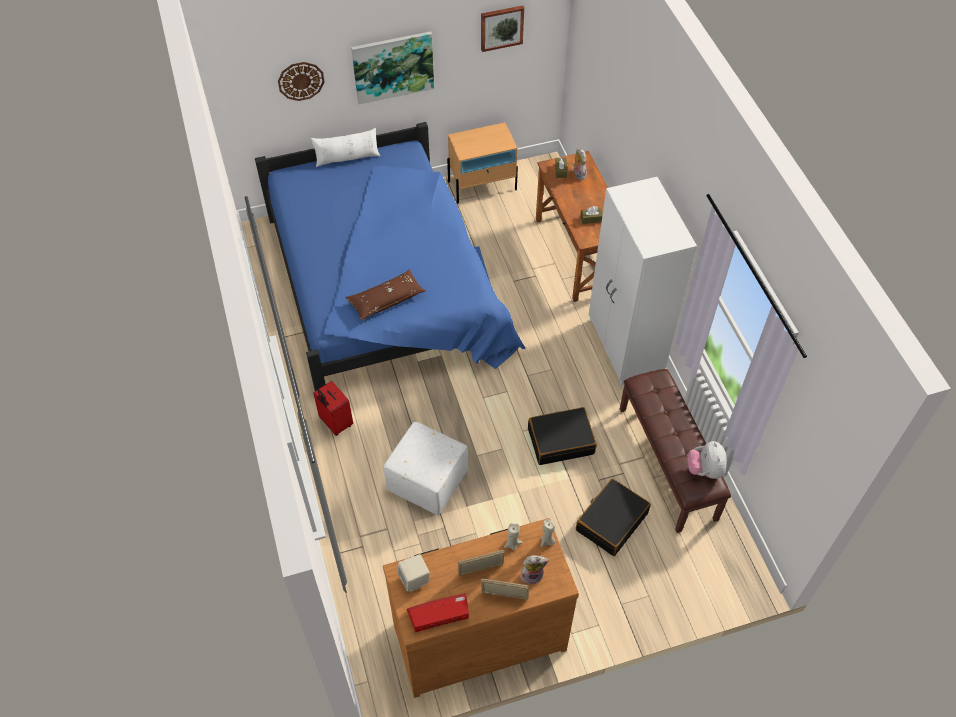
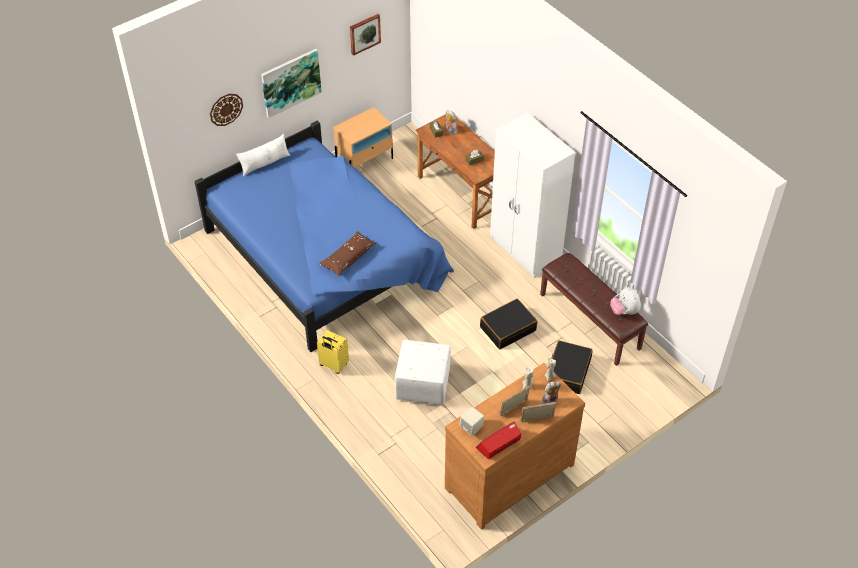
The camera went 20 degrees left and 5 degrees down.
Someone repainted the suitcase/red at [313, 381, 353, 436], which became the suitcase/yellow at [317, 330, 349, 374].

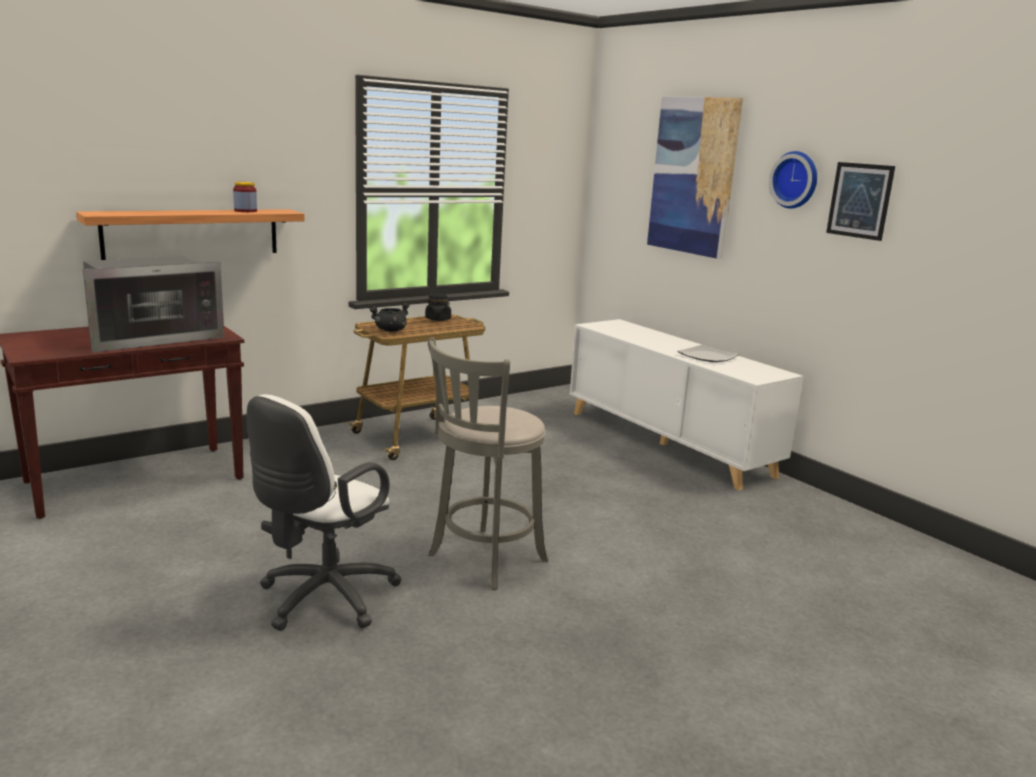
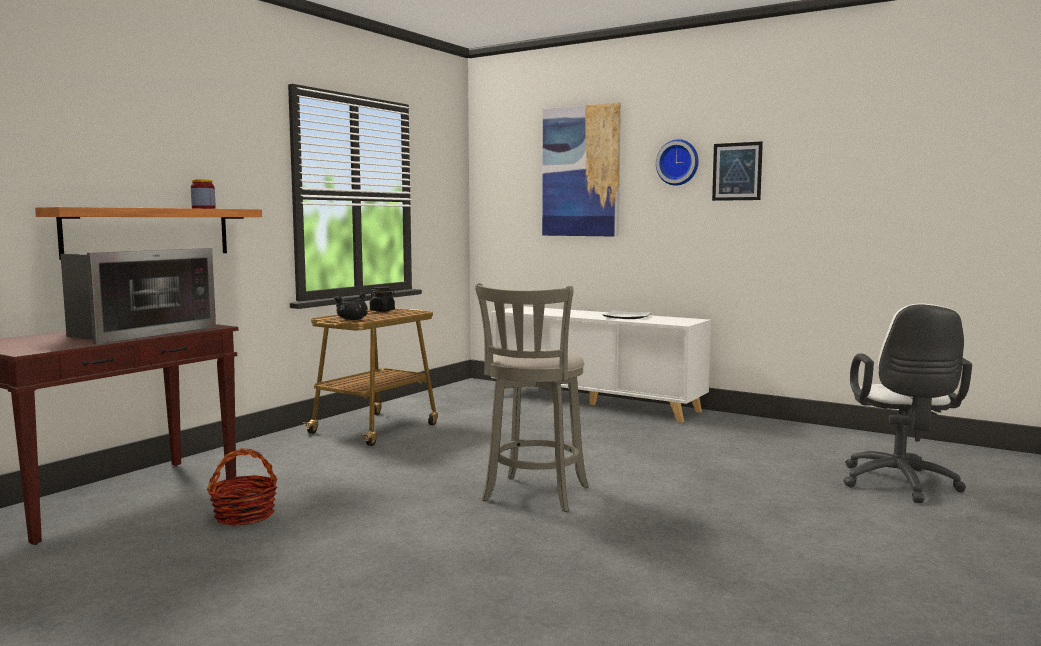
The camera went 20 degrees left and 10 degrees down.
Someone carried the office chair/white from [247, 394, 402, 631] to [843, 303, 972, 503].
Someone put down the basket at [207, 448, 277, 525].

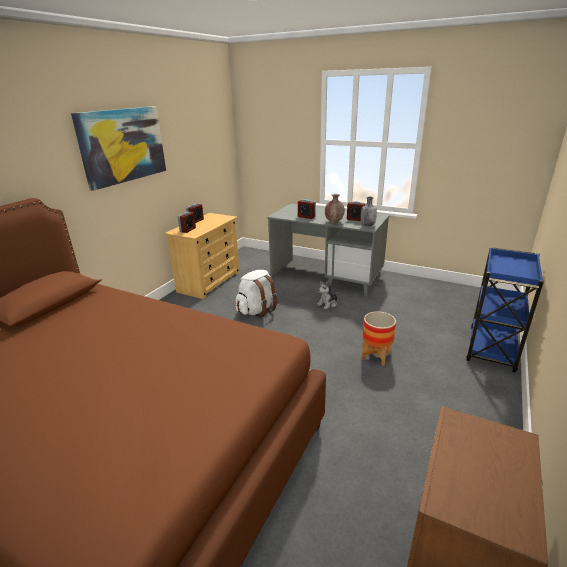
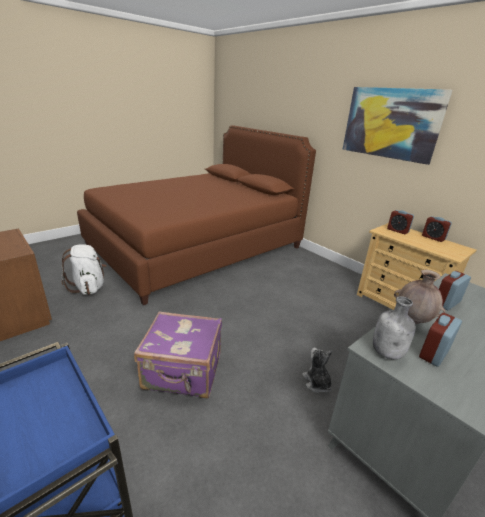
The camera went 110 degrees right and 0 degrees up.
Someone carried the backpack/white from [236, 270, 277, 318] to [61, 244, 107, 295].
Someone swapped the planter at [362, 311, 396, 366] for the suitcase/purple at [134, 311, 222, 398].

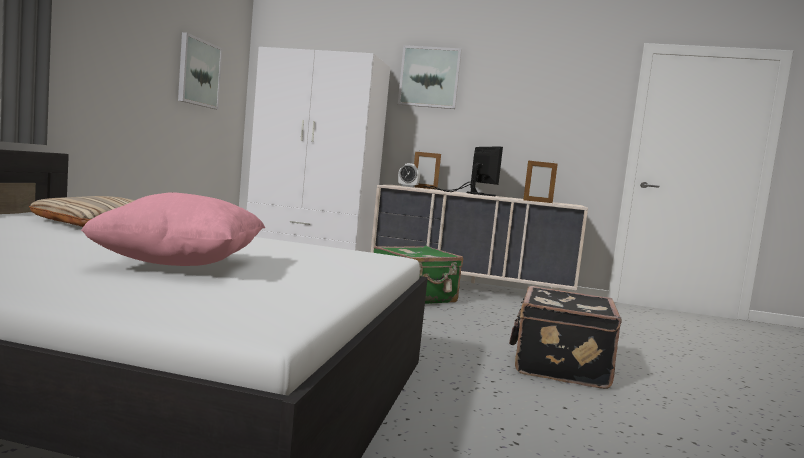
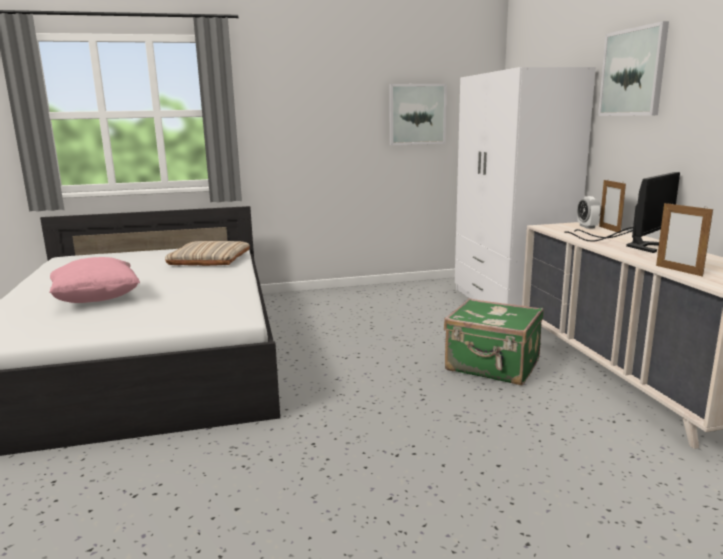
The camera went 65 degrees right and 10 degrees up.
Someone took away the suitcase/black at [509, 286, 622, 389].

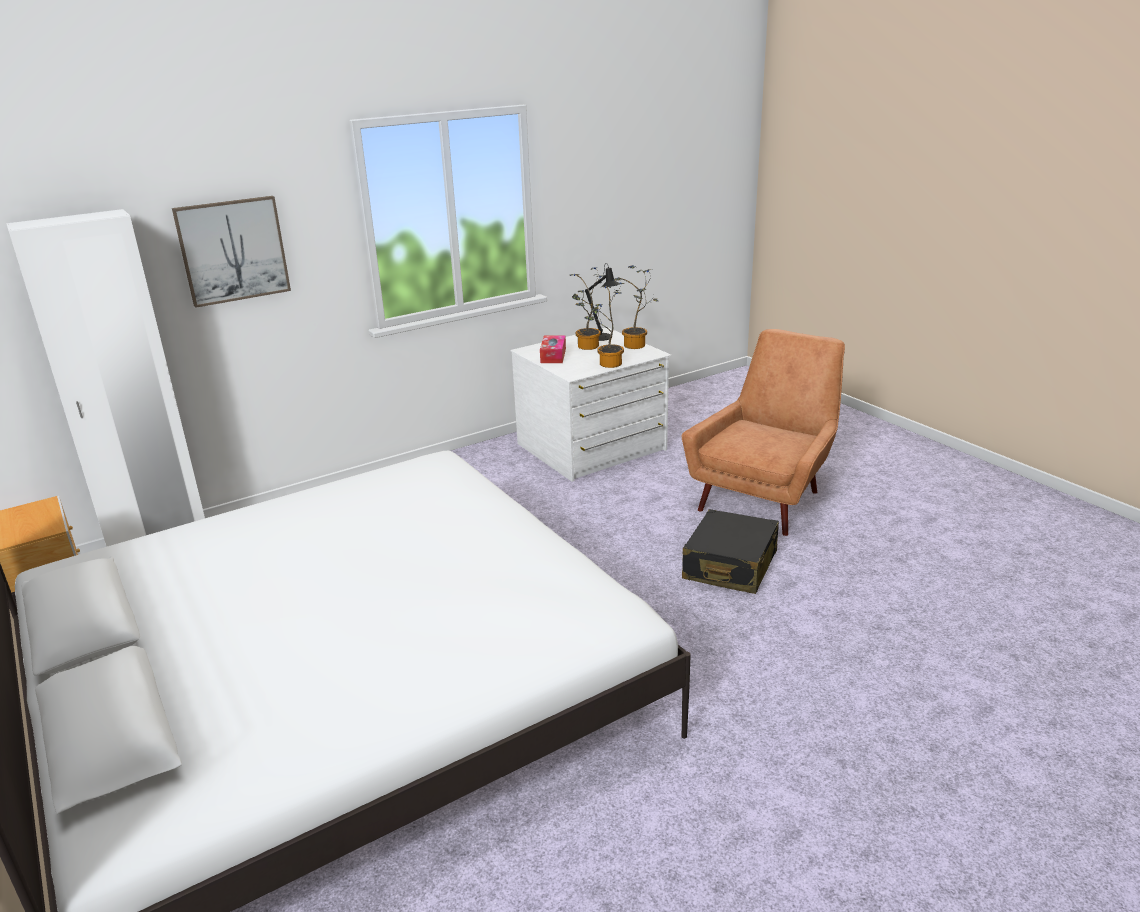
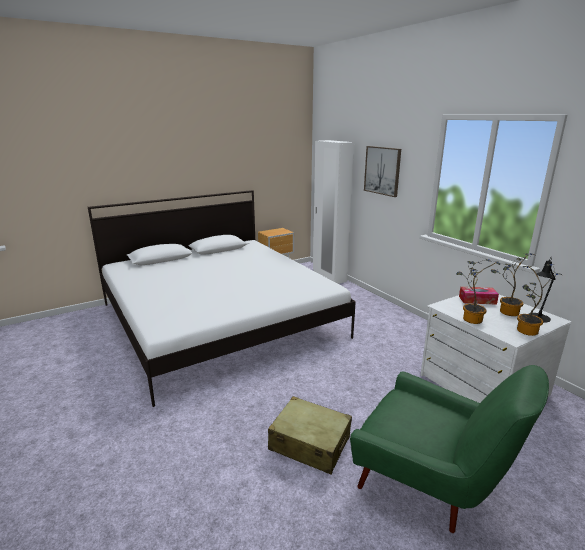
The camera went 90 degrees right and 5 degrees down.
Someone repainted the armchair/brown at [682, 329, 845, 536], which became the armchair/green at [350, 365, 549, 533].
Someone repainted the suitcase/black at [682, 509, 779, 594], which became the suitcase/beige at [268, 396, 352, 475].

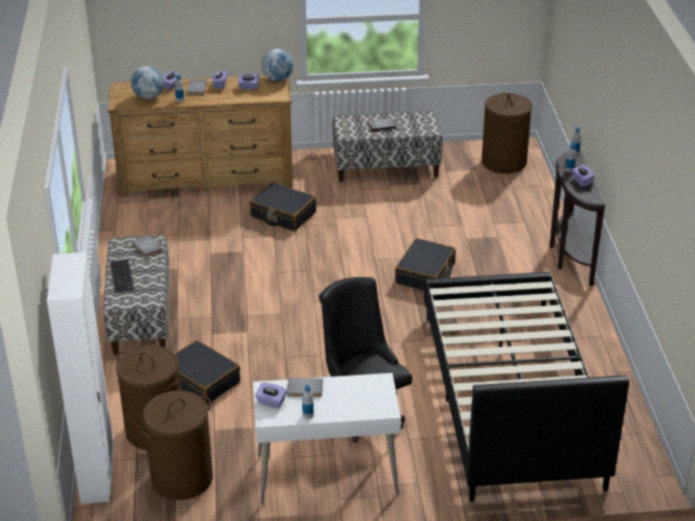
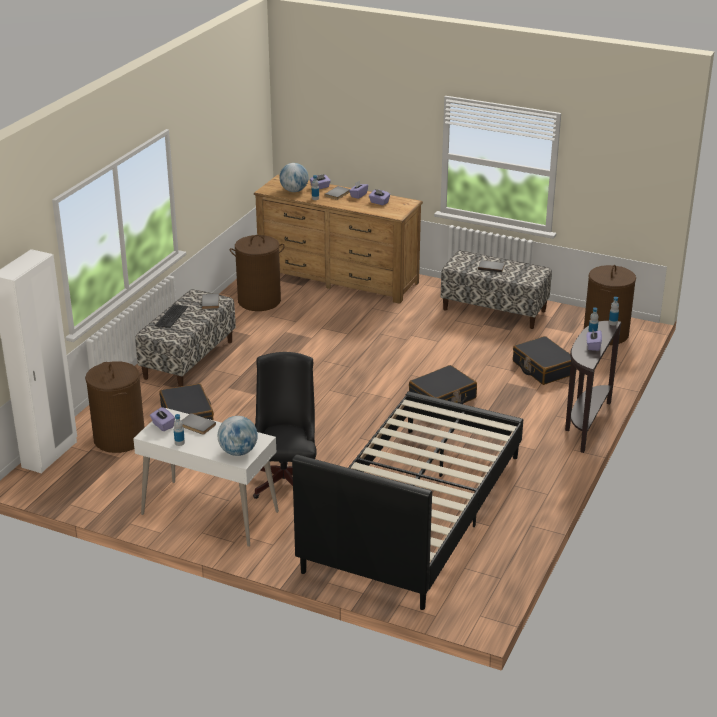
The camera went 30 degrees right and 5 degrees down.
Someone carried the laundry basket/brown from [141, 390, 213, 500] to [230, 235, 285, 311].
Someone carried the suitcase/black from [249, 182, 316, 231] to [513, 336, 571, 385].
Someone carried the globe from [261, 49, 294, 81] to [218, 416, 258, 456].

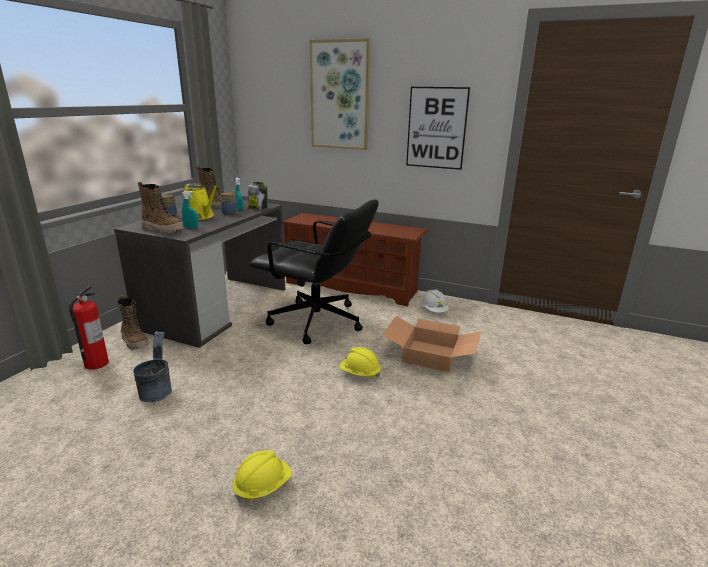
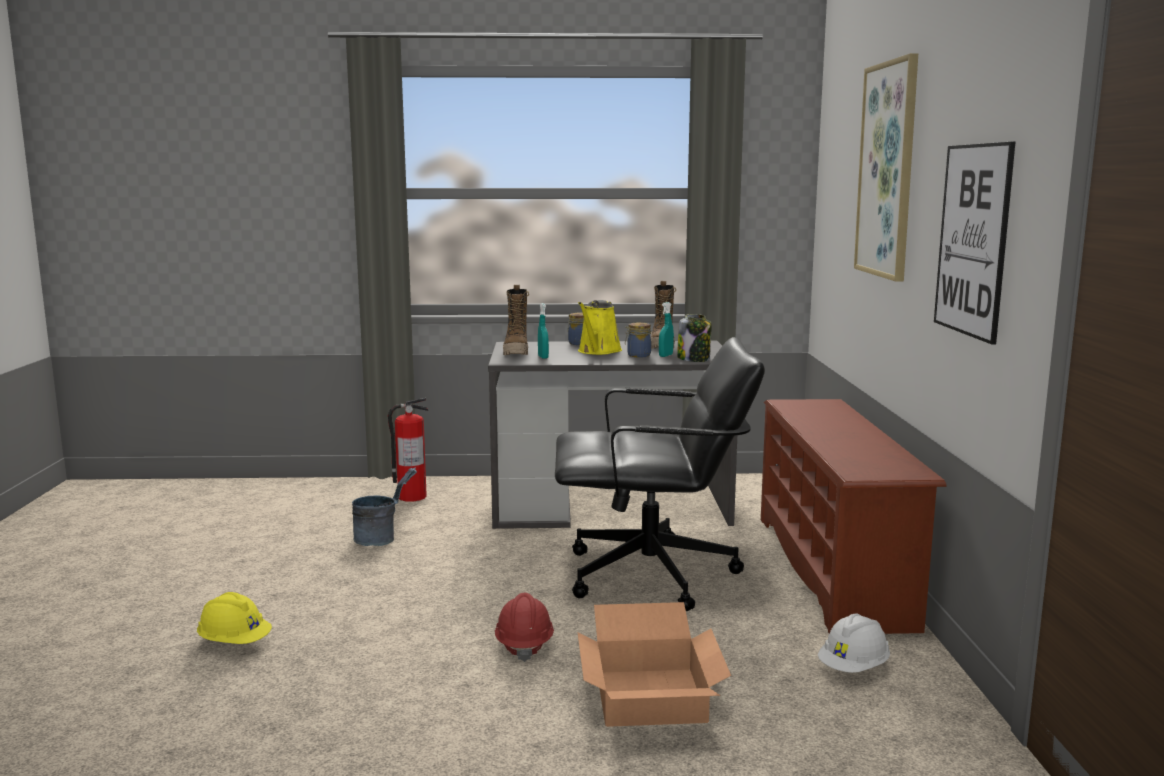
The camera went 65 degrees right and 10 degrees down.
Someone took away the boot at [118, 295, 148, 350].
Someone rotated the office chair/black at [250, 199, 379, 344] by 90 degrees counterclockwise.
Someone repainted the hard hat/yellow at [339, 347, 381, 378], which became the hard hat/red at [495, 593, 554, 662].

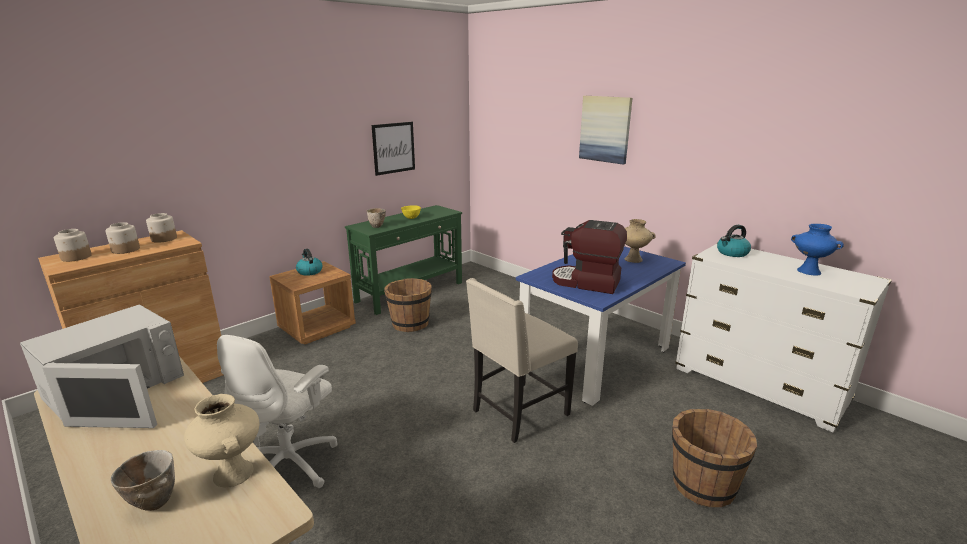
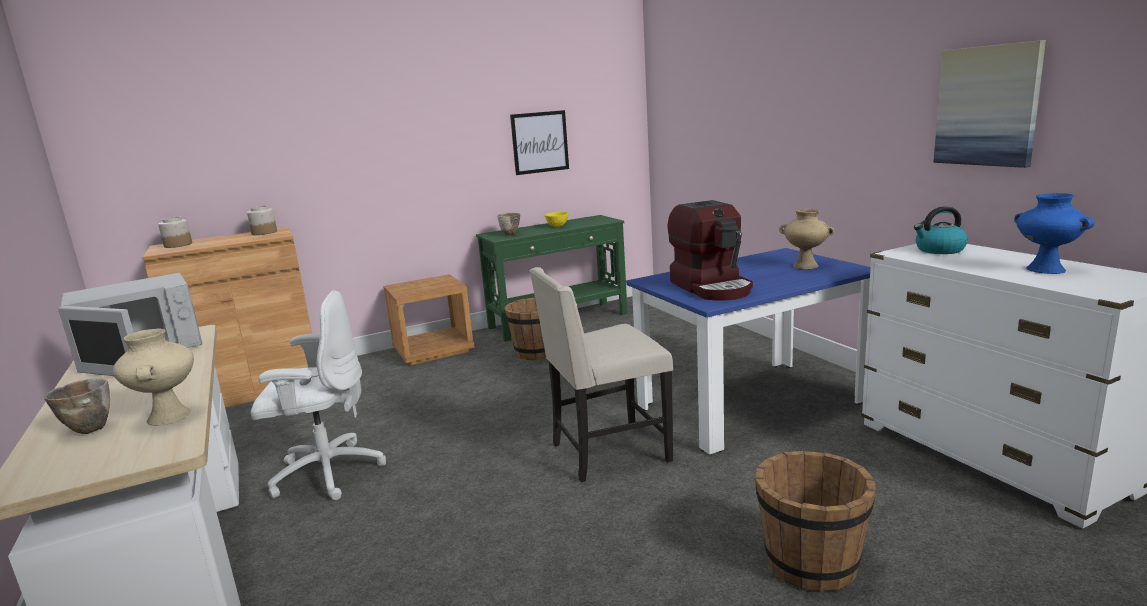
The camera went 20 degrees right and 5 degrees down.
Someone took away the jar at [105, 222, 140, 254].
Someone rotated the office chair/white at [217, 335, 338, 488] by 135 degrees counterclockwise.
Someone took away the kettle at [296, 249, 323, 276].
Someone rotated the coffee machine at [552, 220, 627, 294] by 150 degrees counterclockwise.
Someone carried the picture from [579, 96, 632, 165] to [933, 40, 1046, 168].

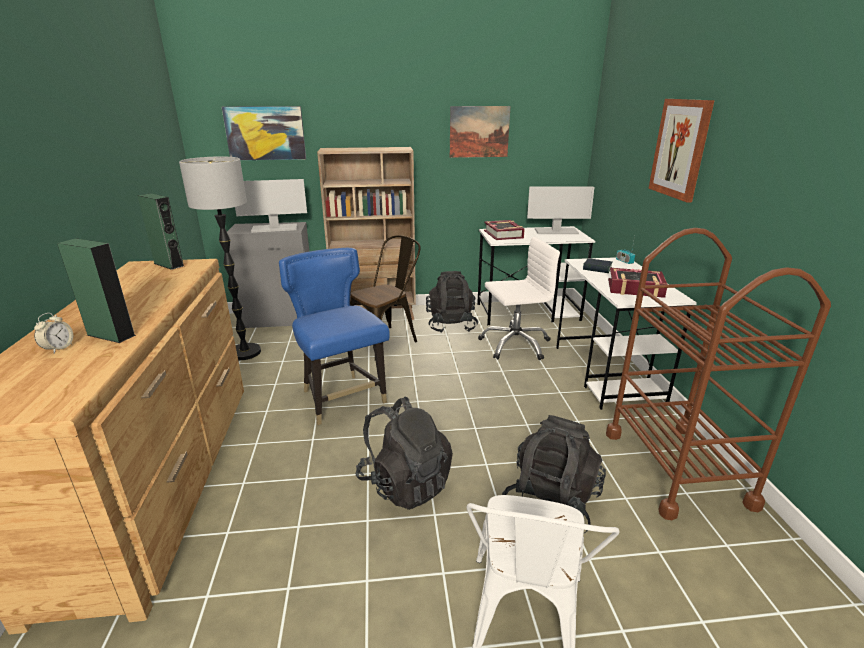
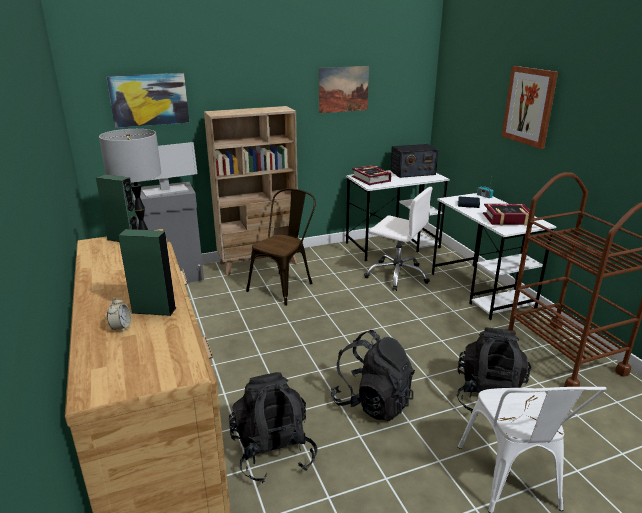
The camera went 15 degrees left and 0 degrees up.
Someone took away the chair/blue at [279, 248, 390, 425].
Someone carried the backpack/black from [426, 271, 478, 333] to [229, 372, 317, 483].
Someone rotated the office chair/white at [478, 237, 560, 360] by 60 degrees clockwise.
Someone swapped the monitor at [527, 186, 594, 234] for the radio at [390, 144, 438, 178].

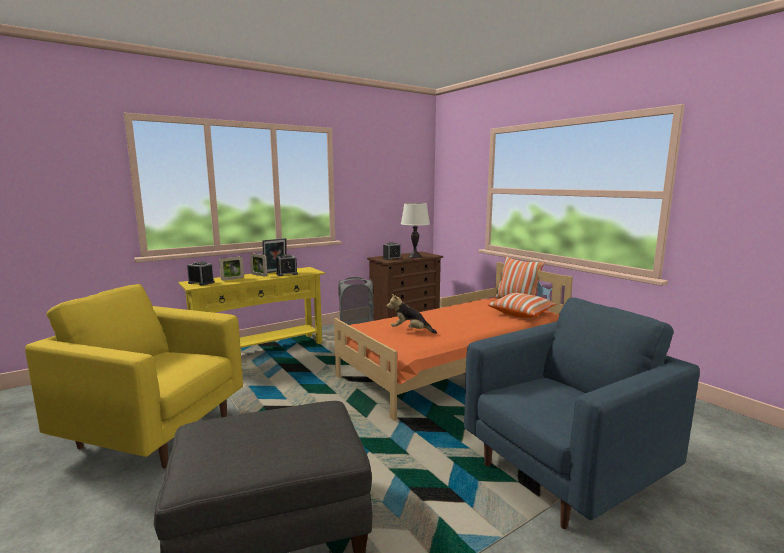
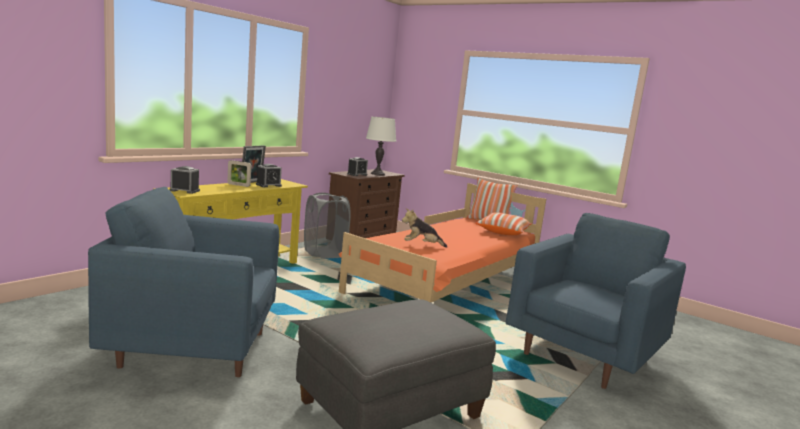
The camera went 20 degrees left and 0 degrees up.
Someone repainted the armchair/yellow at [25, 284, 243, 468], which became the armchair/blue at [88, 187, 279, 377].
Someone took away the picture frame at [219, 256, 244, 281].

